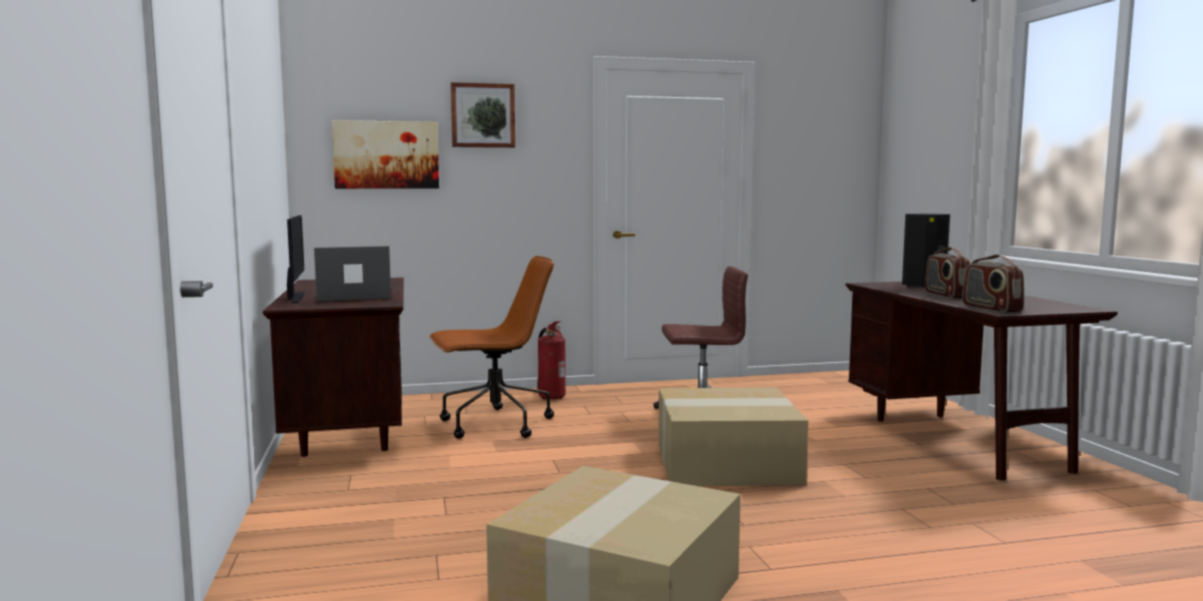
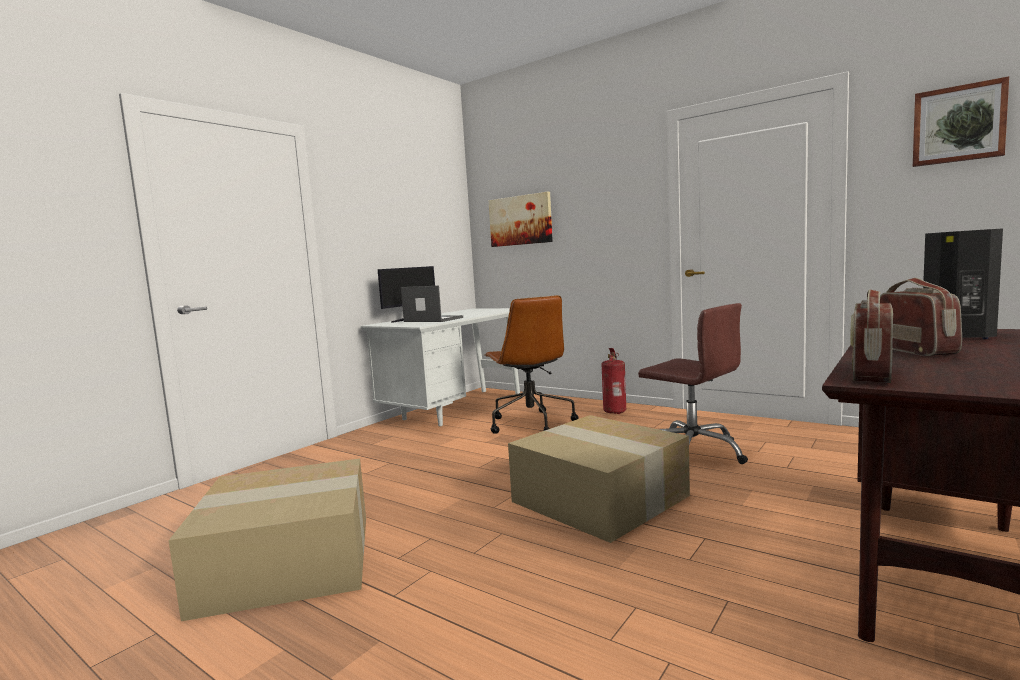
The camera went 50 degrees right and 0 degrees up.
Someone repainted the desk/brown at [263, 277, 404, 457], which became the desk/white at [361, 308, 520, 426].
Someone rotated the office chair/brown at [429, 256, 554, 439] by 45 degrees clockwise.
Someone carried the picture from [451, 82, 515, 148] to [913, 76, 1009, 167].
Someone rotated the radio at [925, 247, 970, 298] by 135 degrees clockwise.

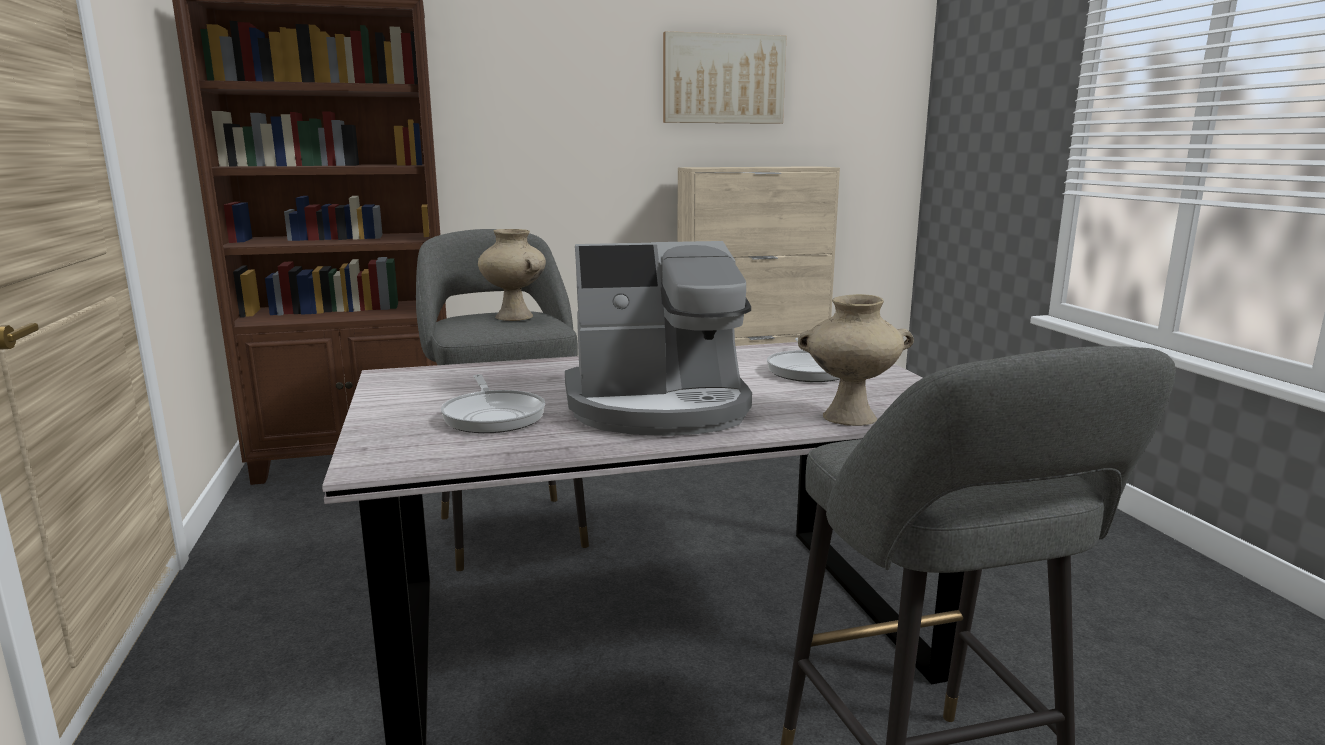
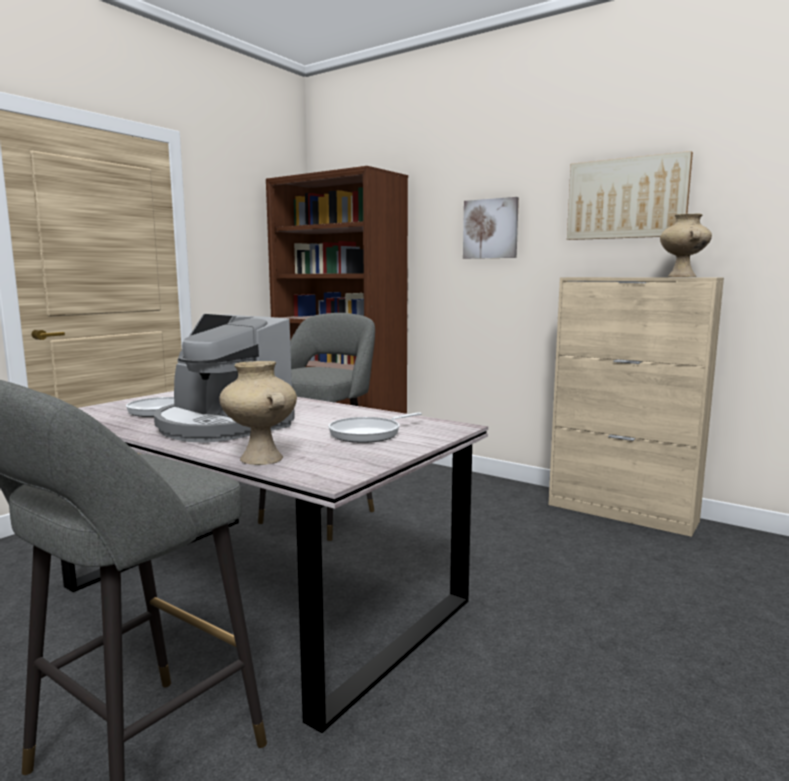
The camera went 50 degrees right and 5 degrees down.
Someone carried the vase/beige from [478, 229, 546, 321] to [660, 214, 712, 277].
Someone put up the picture at [463, 197, 519, 259].

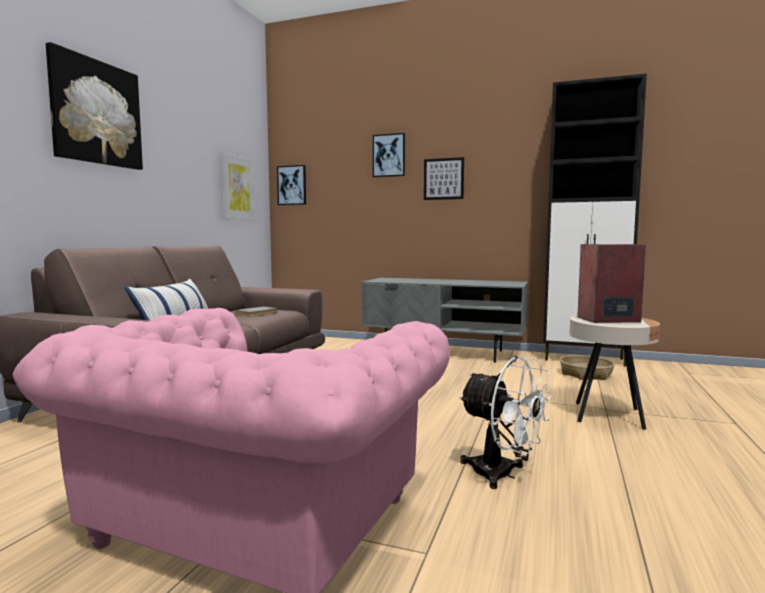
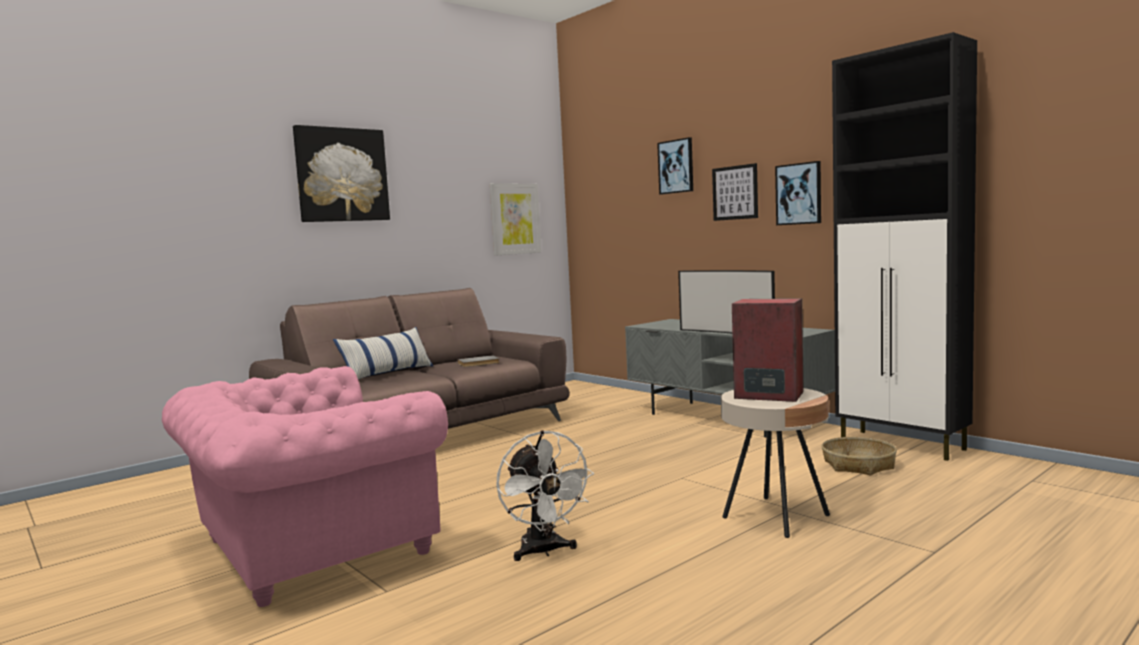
The camera went 30 degrees right and 0 degrees up.
Someone carried the picture from [277, 165, 306, 205] to [775, 161, 821, 225].
Someone put down the television at [678, 270, 775, 333].

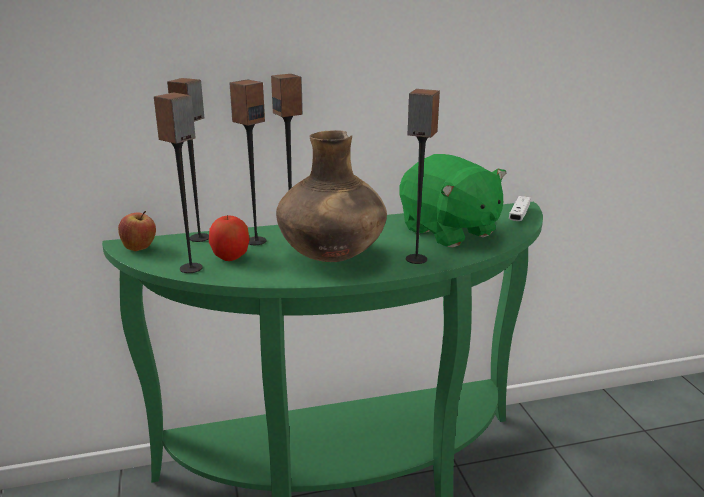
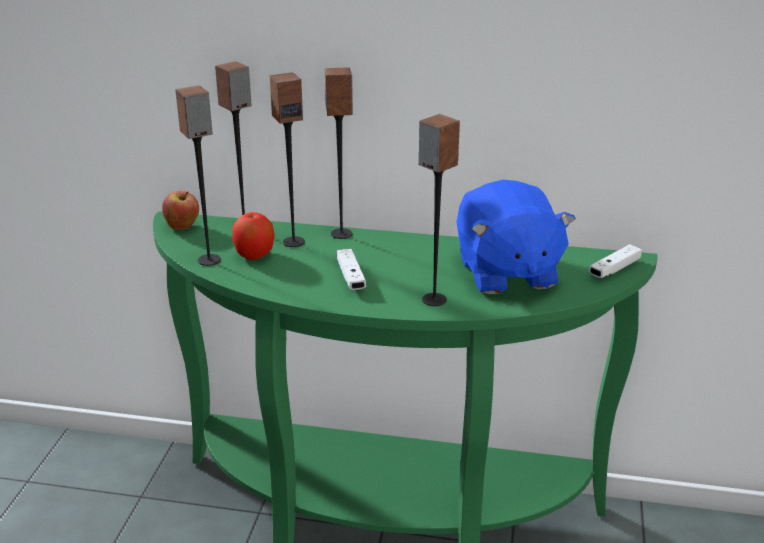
The camera went 25 degrees right and 5 degrees up.
Someone swapped the vase/brown at [276, 130, 387, 262] for the game controller/white at [337, 249, 366, 290].
Someone repainted the plush toy/green at [400, 154, 507, 247], which became the plush toy/blue at [456, 180, 576, 294].

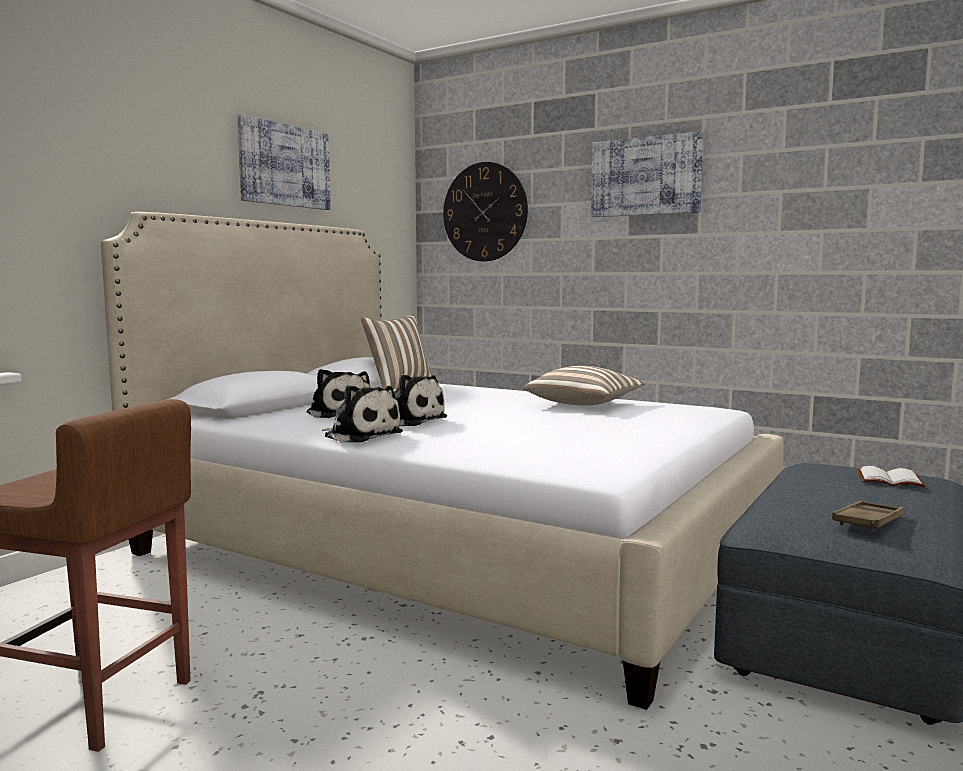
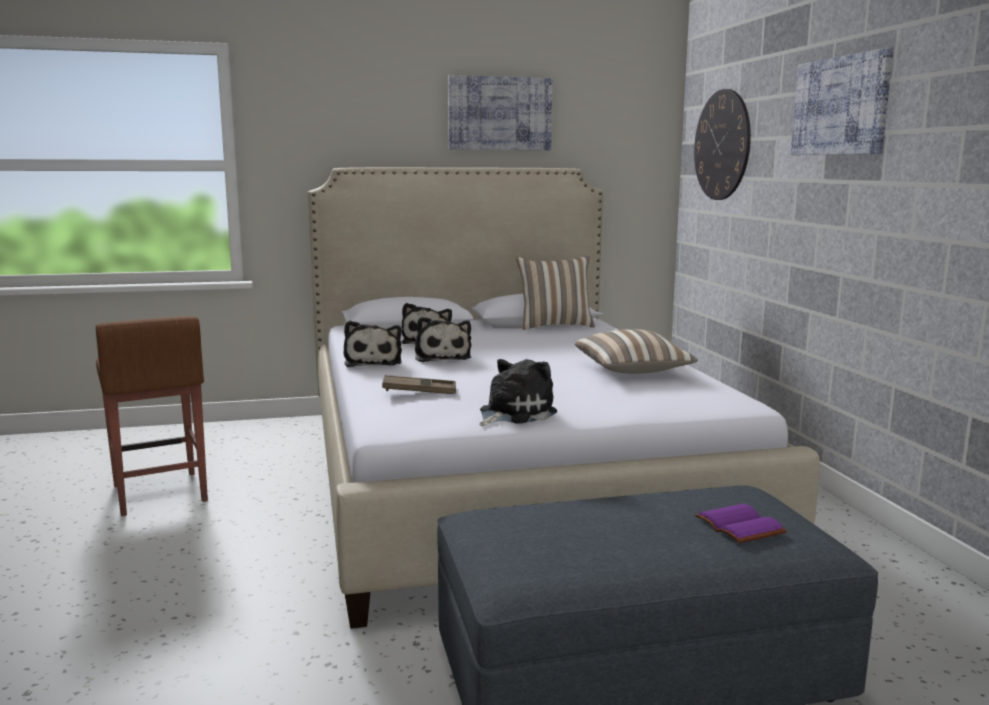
The camera went 45 degrees right and 5 degrees up.
Someone carried the tray/brown from [832, 501, 904, 531] to [382, 375, 456, 394].
Someone repainted the book/white at [857, 466, 925, 487], which became the book/purple at [695, 504, 787, 543].
Someone put down the plush toy at [479, 359, 557, 426].

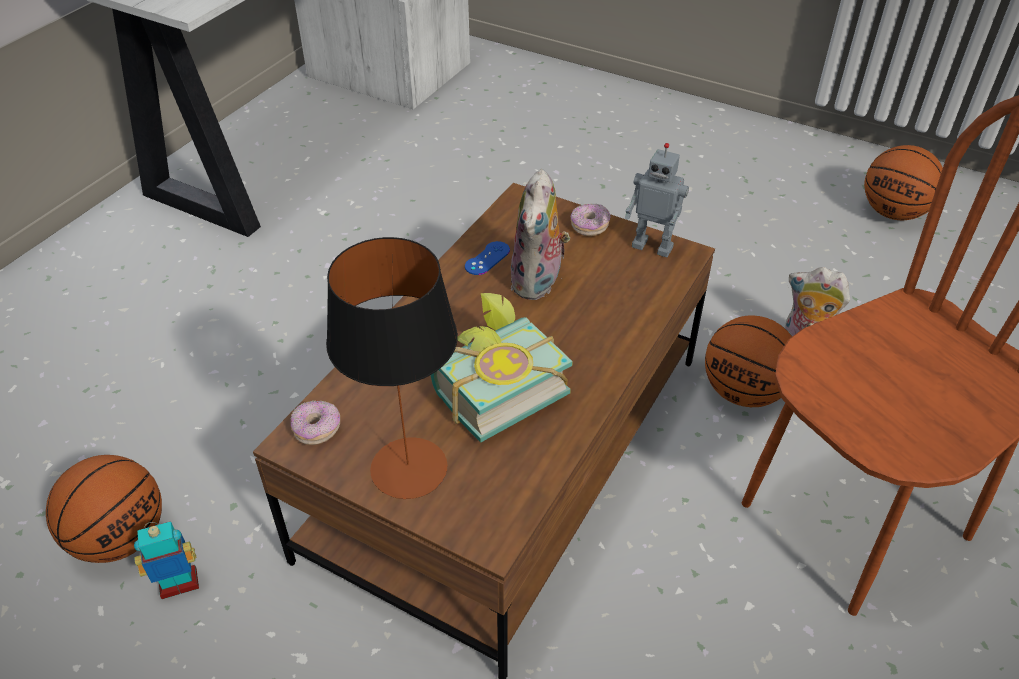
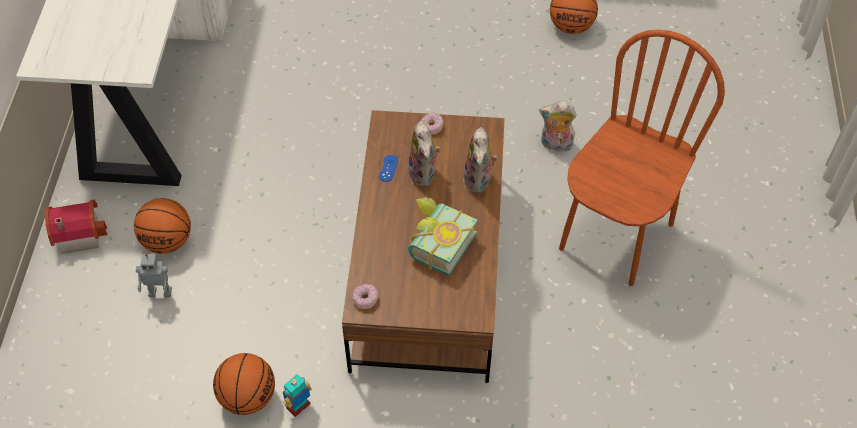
The camera went 25 degrees left and 10 degrees up.
Someone took away the table lamp at [326, 237, 458, 499].
Someone carried the toy robot from [625, 143, 689, 257] to [136, 254, 172, 297].
Someone carried the basketball from [705, 315, 792, 407] to [134, 198, 191, 254].
Someone put down the toy house at [45, 200, 107, 254].
Someone put down the plush toy at [463, 127, 498, 193].

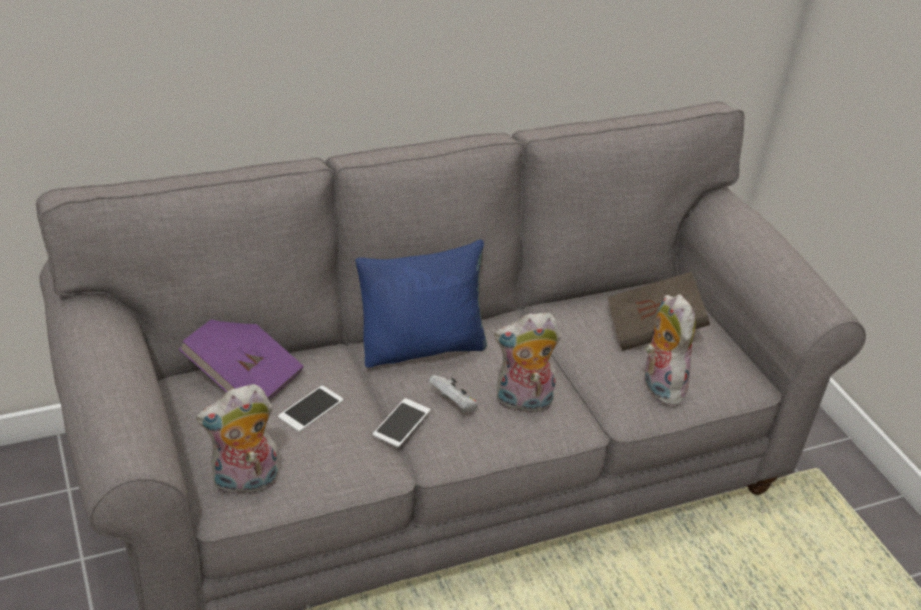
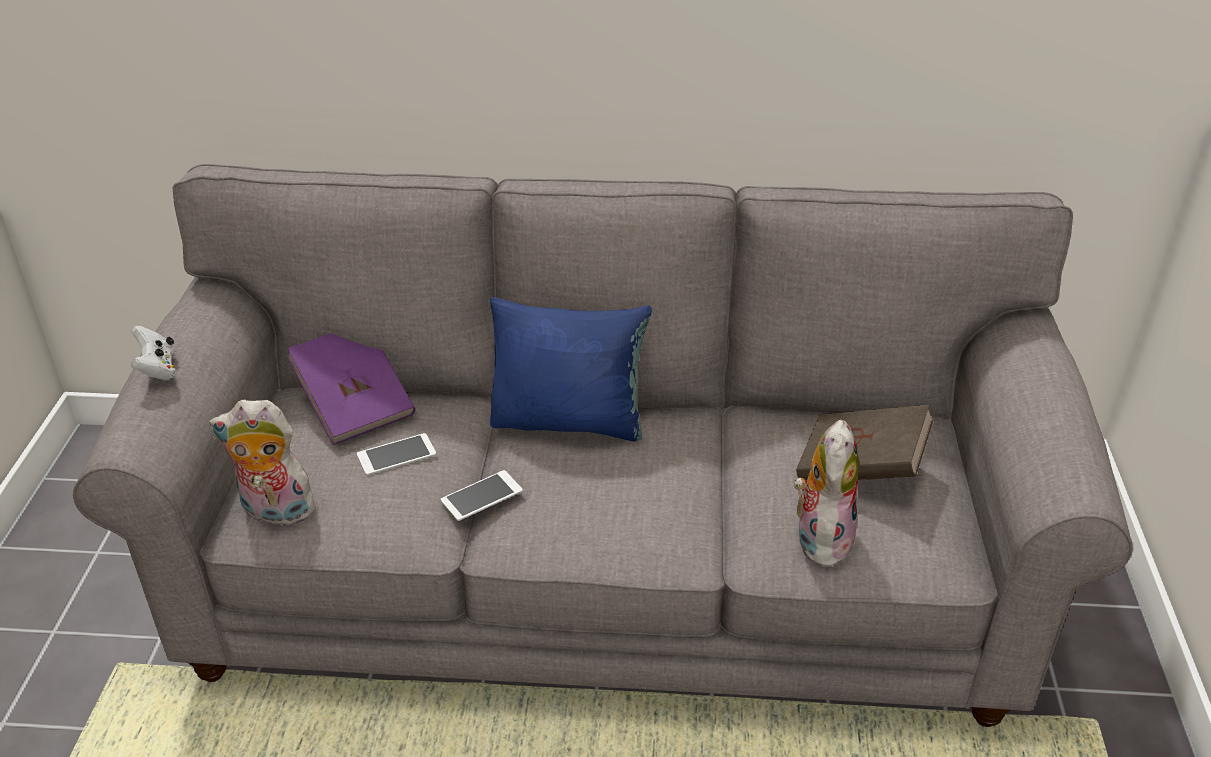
The camera went 30 degrees right and 0 degrees up.
Someone carried the game controller/white from [428, 375, 478, 413] to [131, 326, 176, 380].
Someone took away the plush toy at [494, 312, 561, 413].

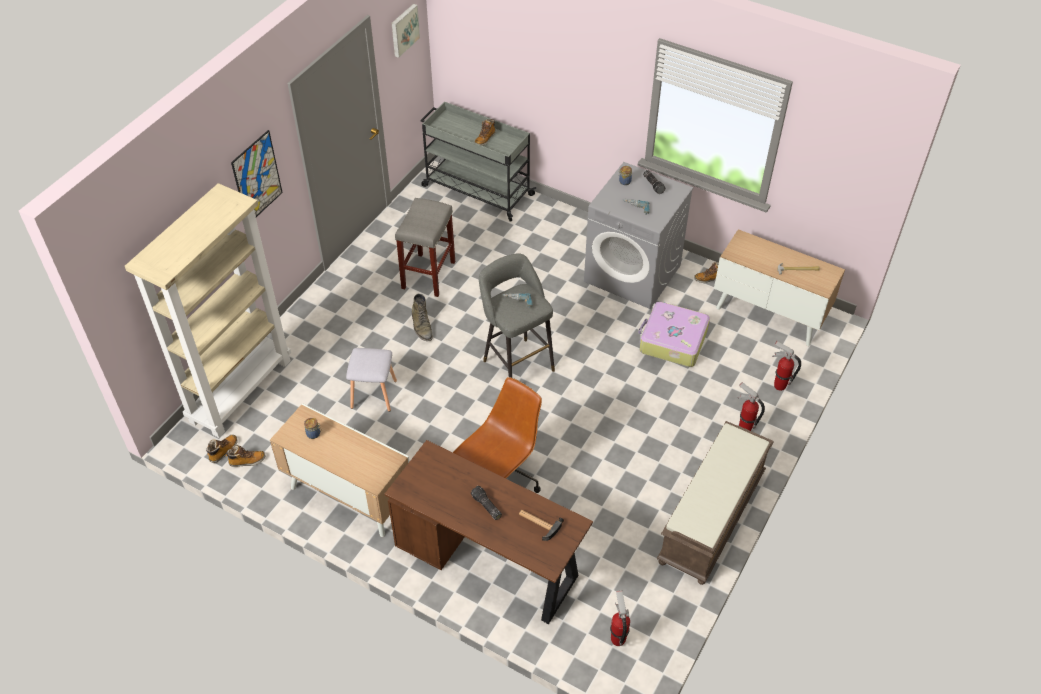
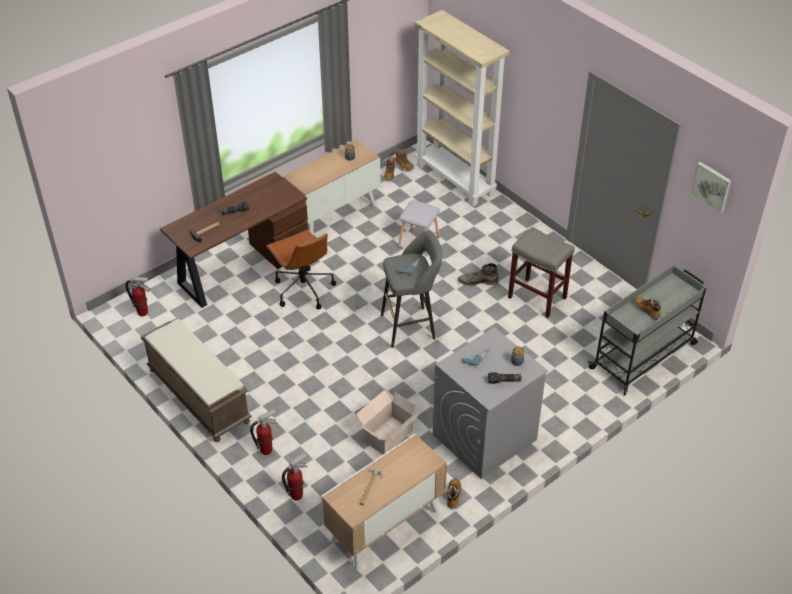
The camera went 110 degrees right and 5 degrees down.
Someone took away the picture at [231, 130, 283, 217].
Someone swapped the suitcase at [638, 301, 710, 367] for the cardboard box at [356, 390, 420, 454].

